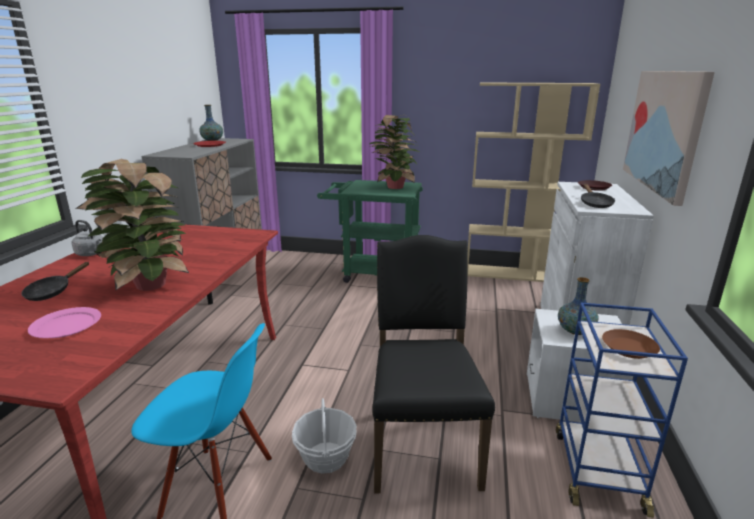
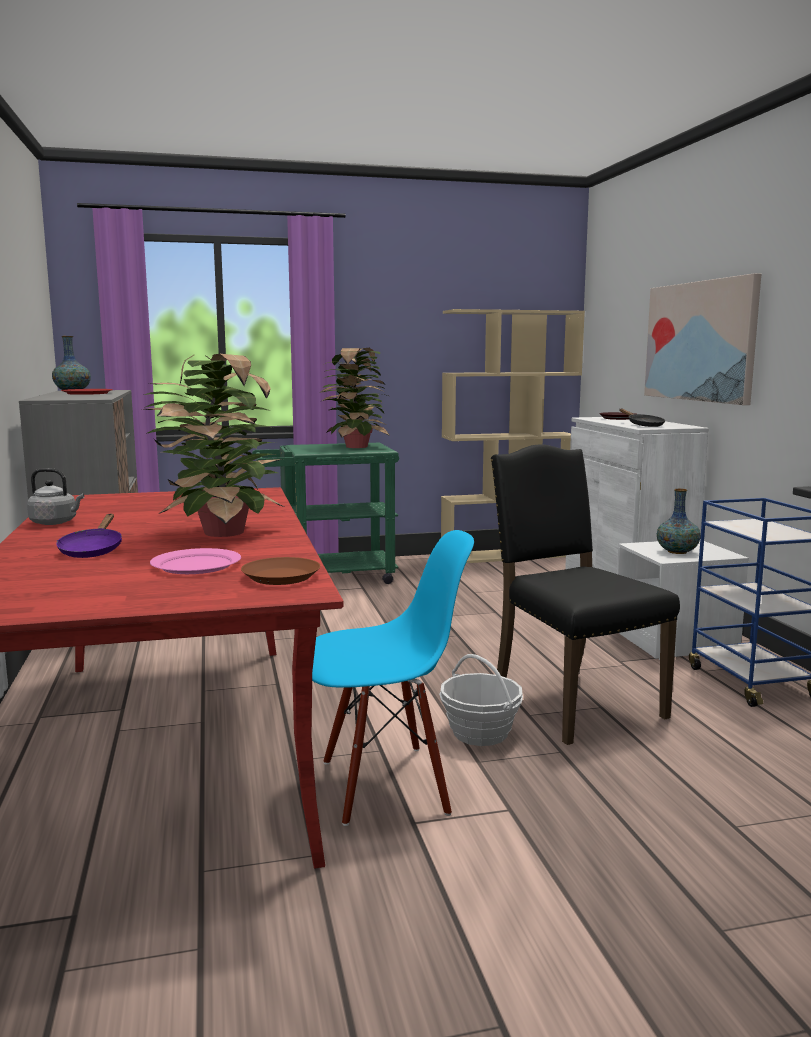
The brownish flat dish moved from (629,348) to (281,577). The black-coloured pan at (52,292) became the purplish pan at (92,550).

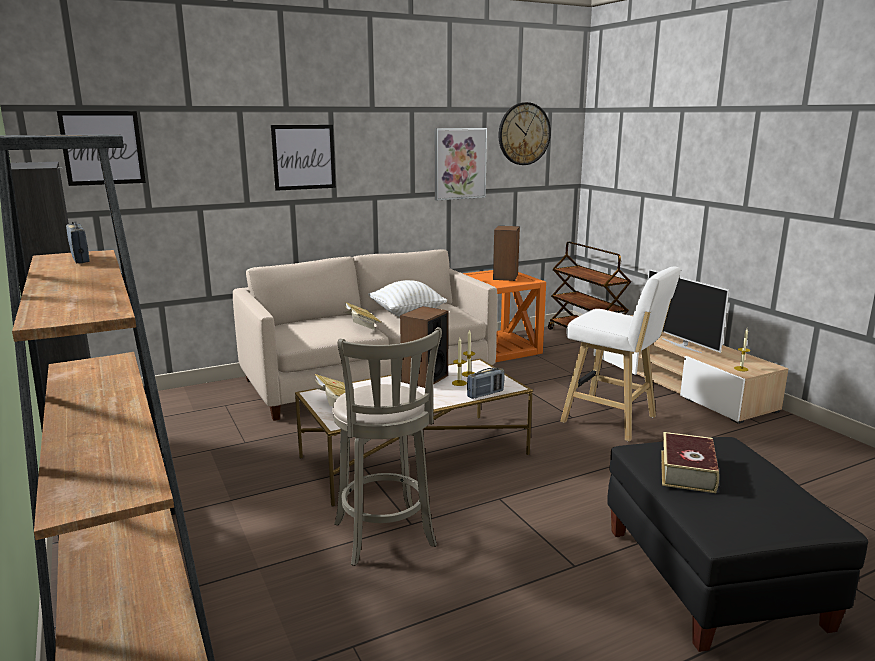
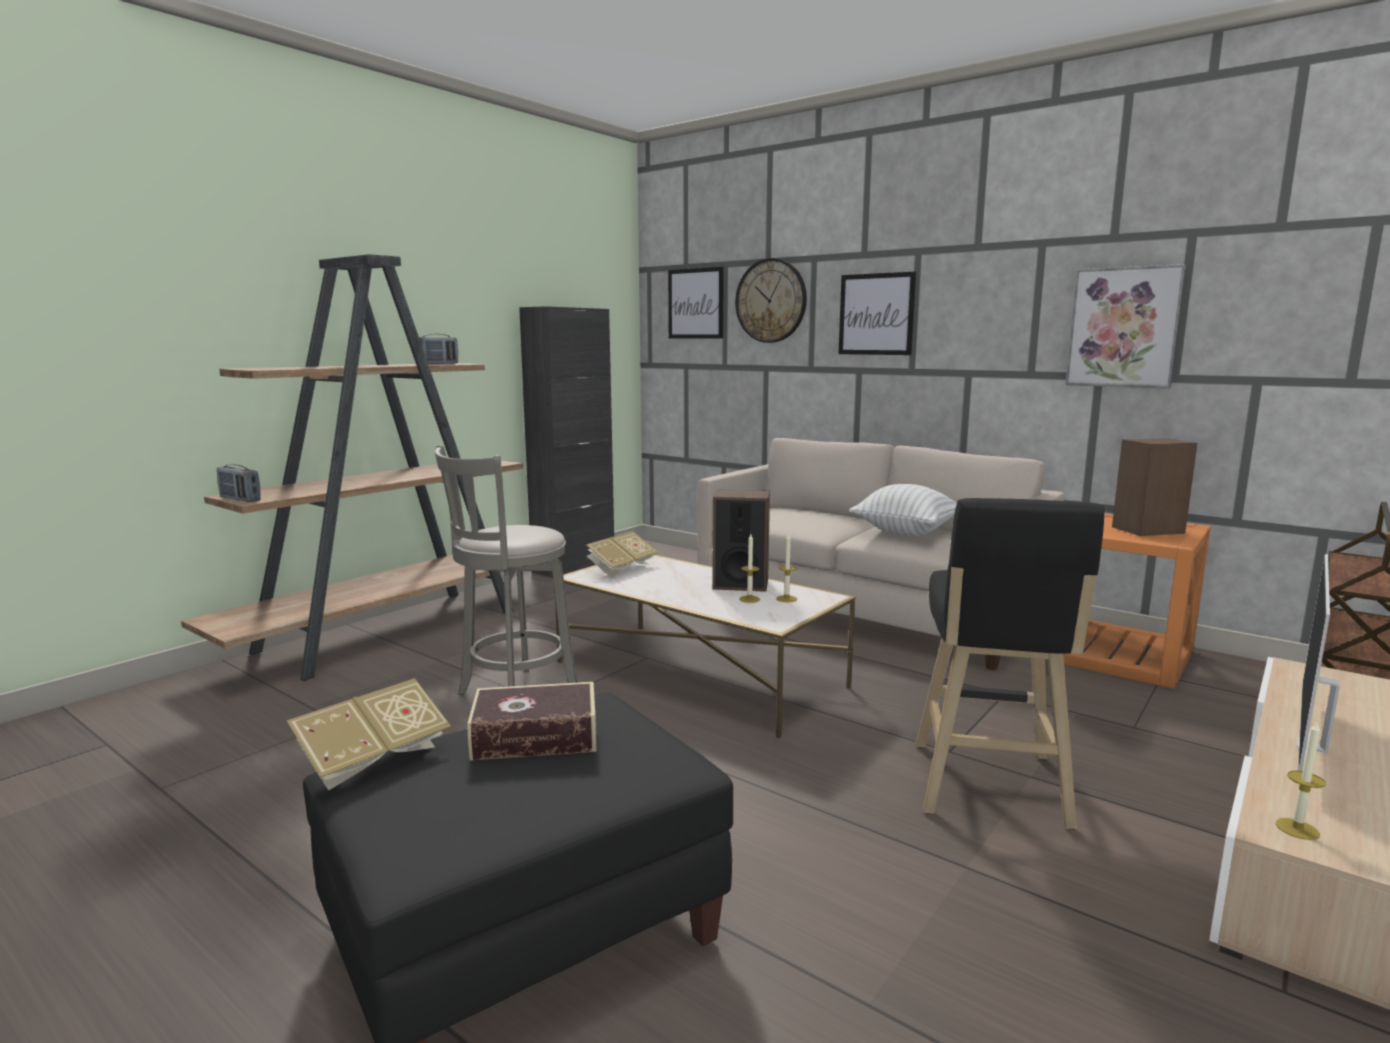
The book moved from (361,325) to (373,759). The radio set moved from (485,394) to (240,499). The hanging clock moved from (524,134) to (771,301). The white-coloured stool seat at (612,421) became the black-coloured stool seat at (988,788).

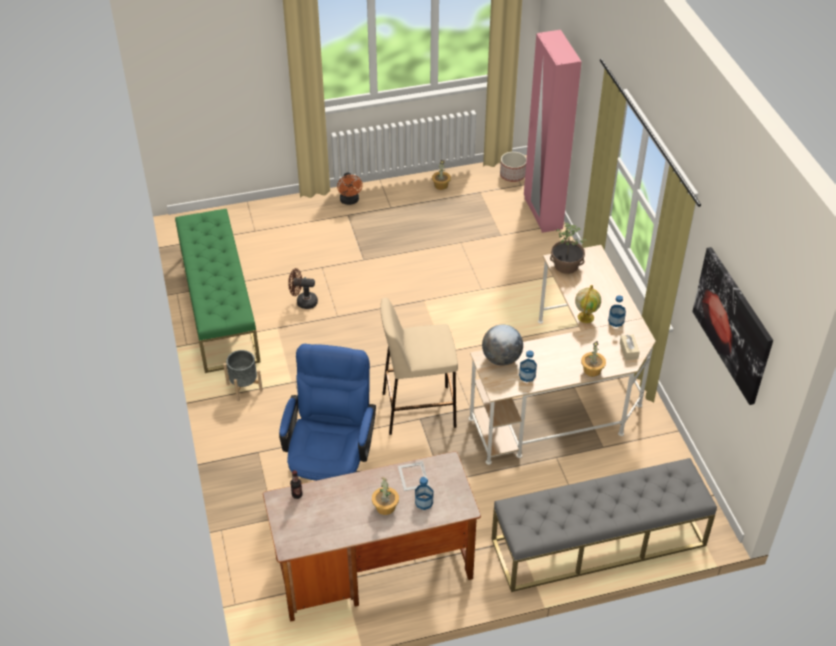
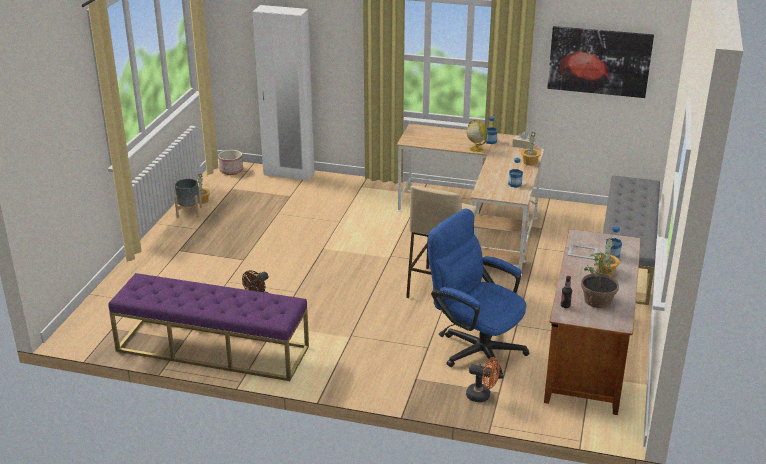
The desk globe at (501,359) disappeared. The grey flower pot moved from (244,387) to (189,212). The orange cooling fan moved from (350,201) to (482,396). The houseplant moved from (566,265) to (598,301). The green-coloured indoor bench at (219,307) became the purplish indoor bench at (212,349). The pinkish wardrobe at (542,214) became the white-coloured wardrobe at (288,174).

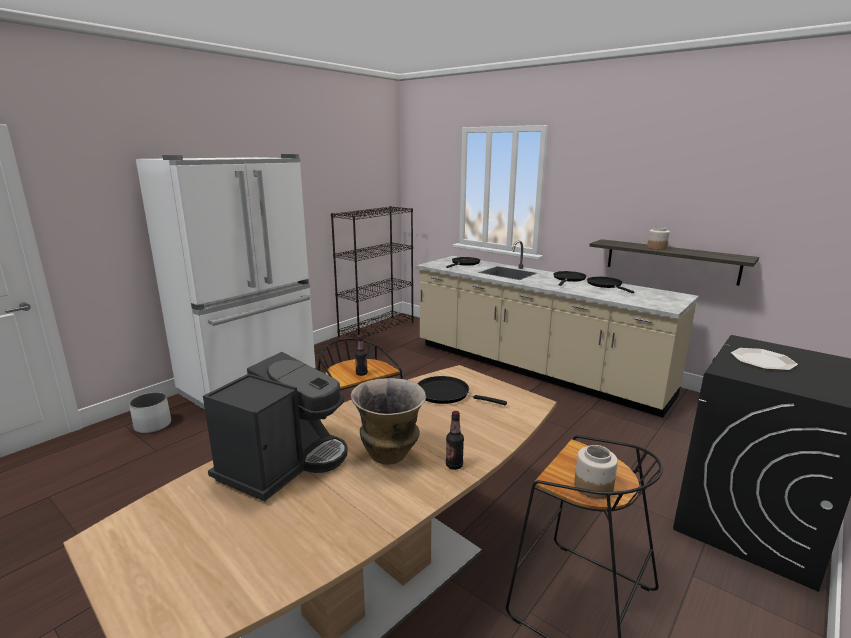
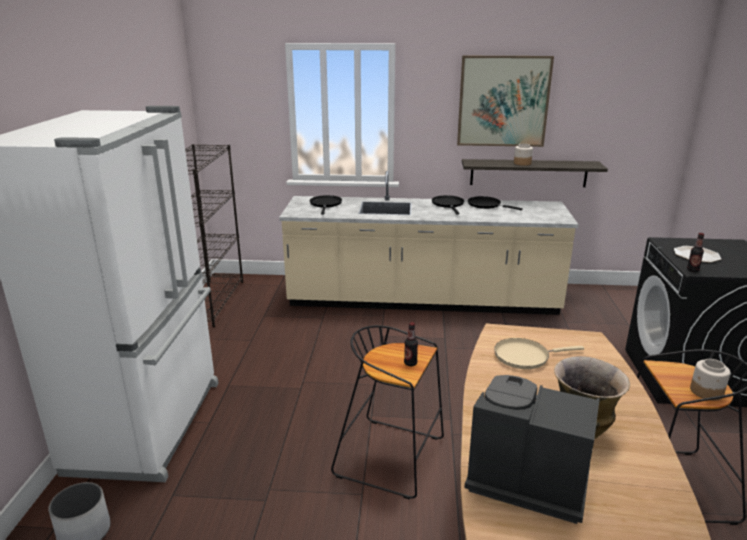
The wall picture at (503,101) appeared. The bottle moved from (454,465) to (692,270). The black-coloured pan at (446,394) became the sand-coloured pan at (525,356). The coffee maker at (283,463) turned 60 degrees counterclockwise.

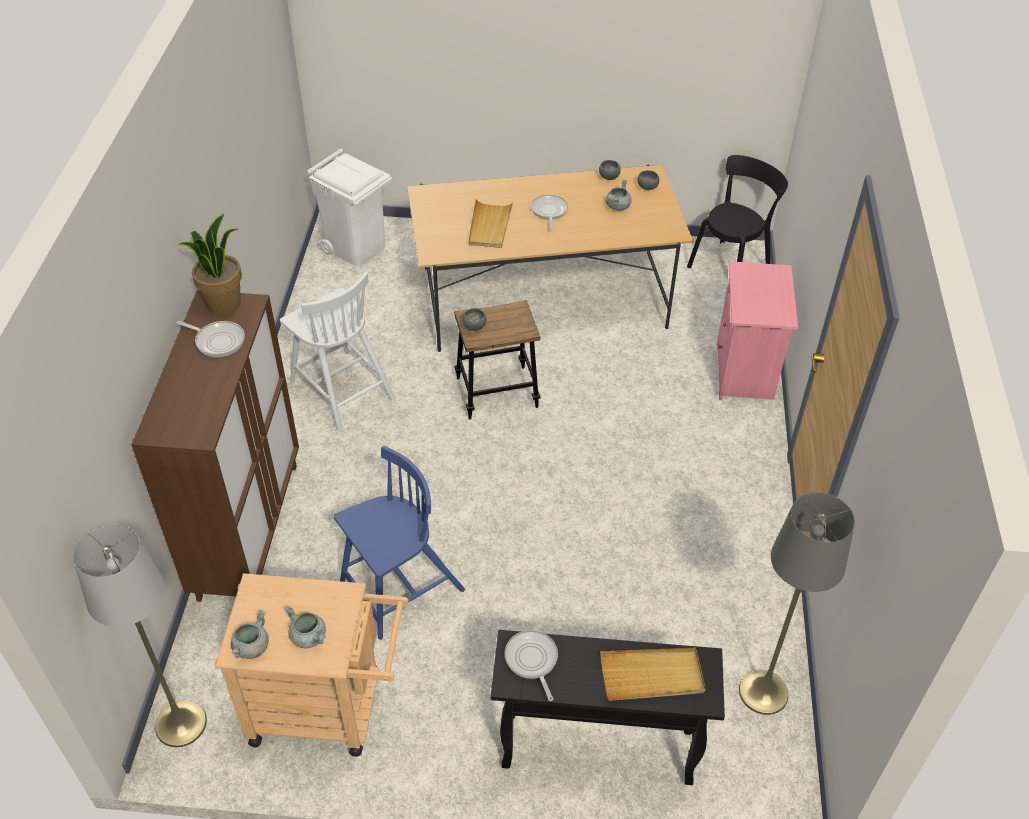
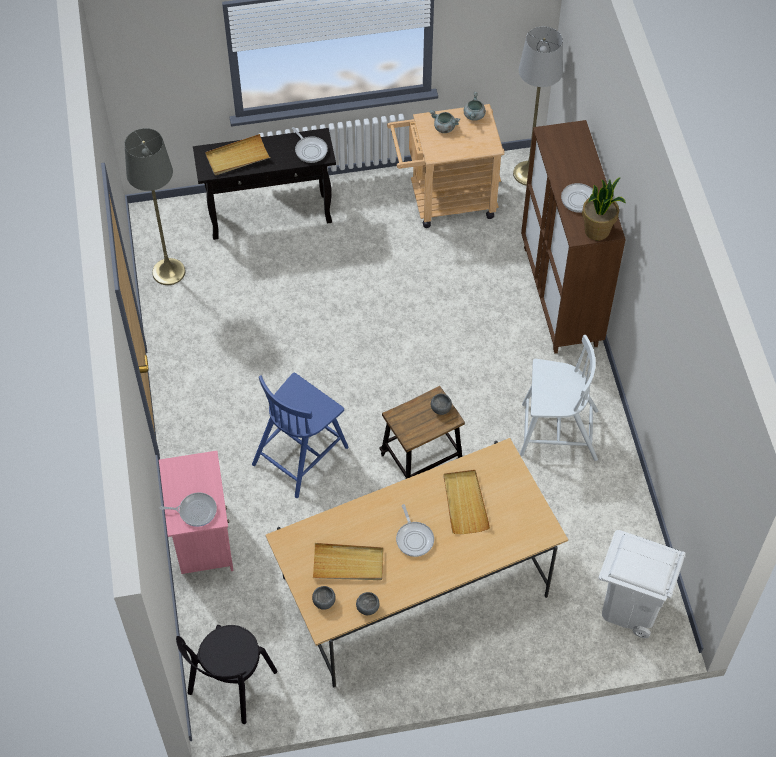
The pan at (195,511) appeared. The bluish plain chair moved from (400,588) to (301,454). The grey cooking pot at (617,206) was replaced by the sand-coloured tray at (348,564). The white-coloured plain chair at (341,388) turned 150 degrees clockwise.

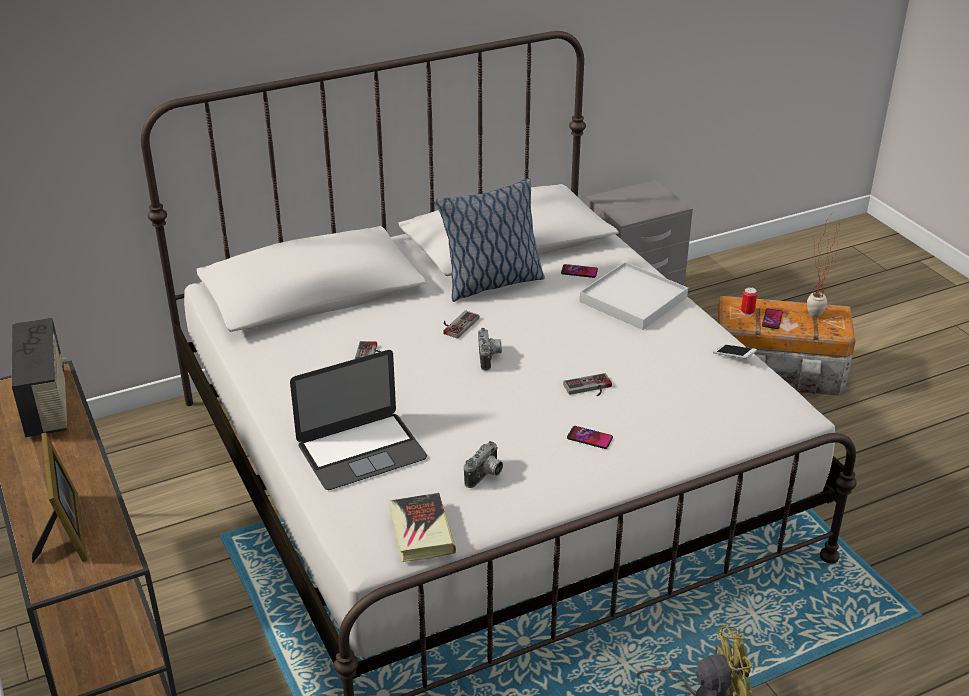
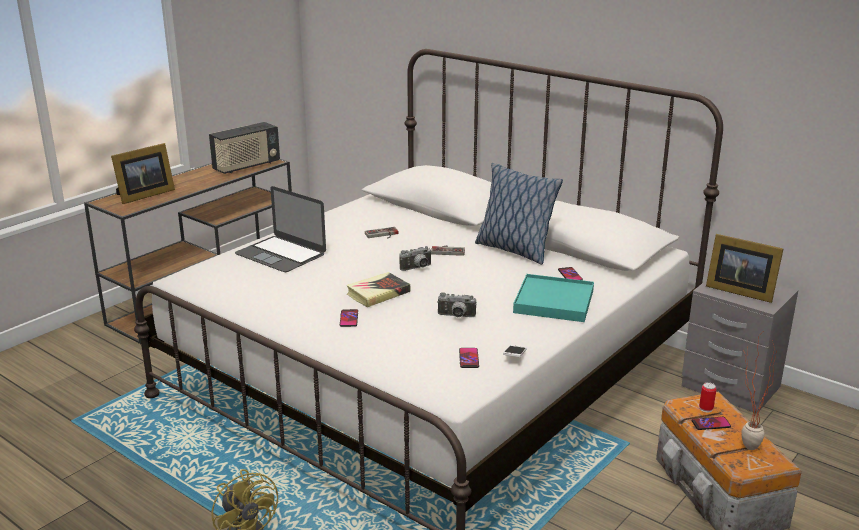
The game controller at (589,388) disappeared. The handset at (469,358) appeared. The photo frame at (738,290) appeared. The book moved from (421,532) to (378,293). The photo camera moved from (486,476) to (456,316). The white-coloured tray at (633,300) became the turquoise tray at (553,302).

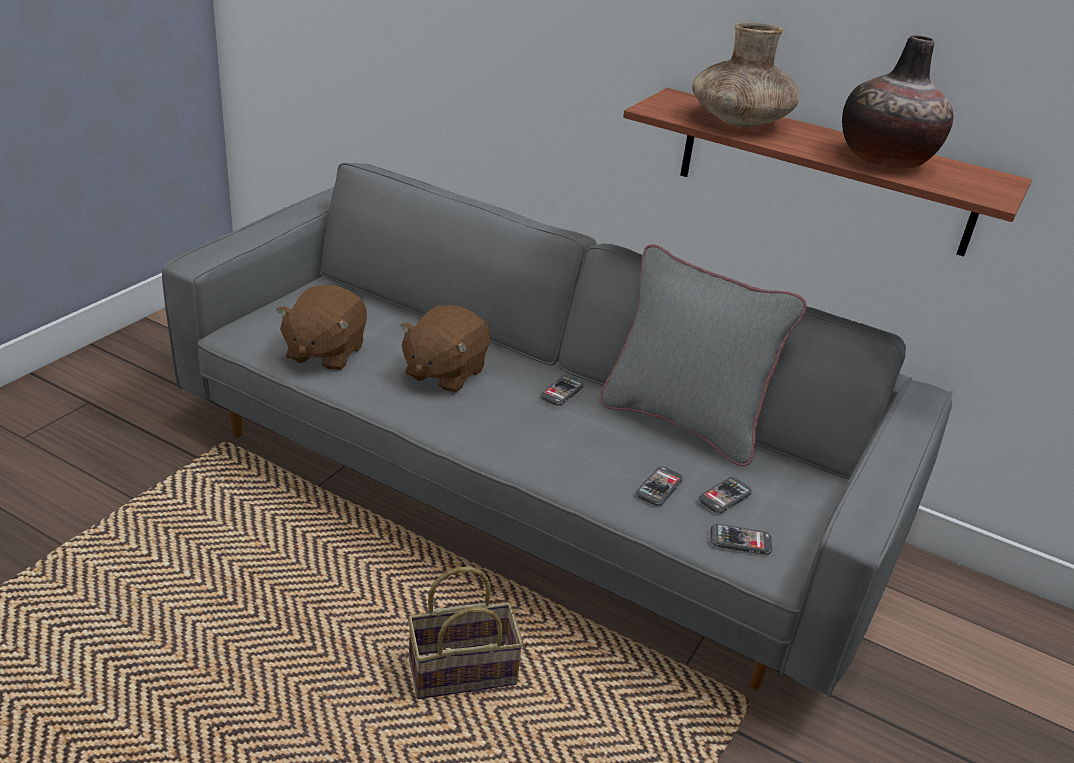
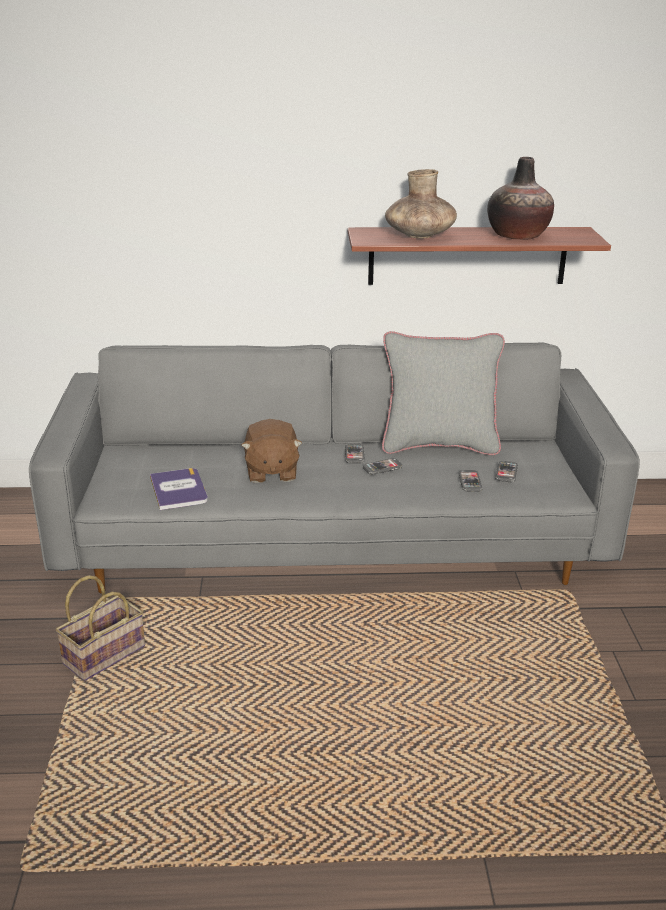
The storage basket moved from (464,670) to (105,653). The handset moved from (740,541) to (382,468). The brownish soft toy at (324,352) was replaced by the book at (178,490).

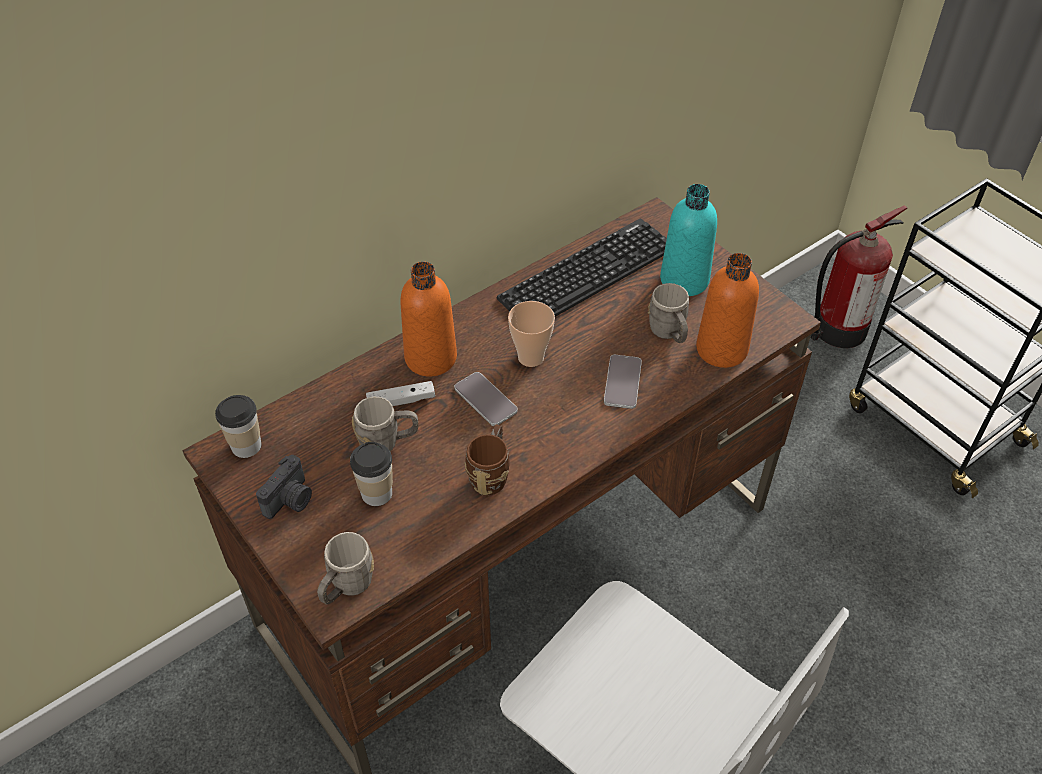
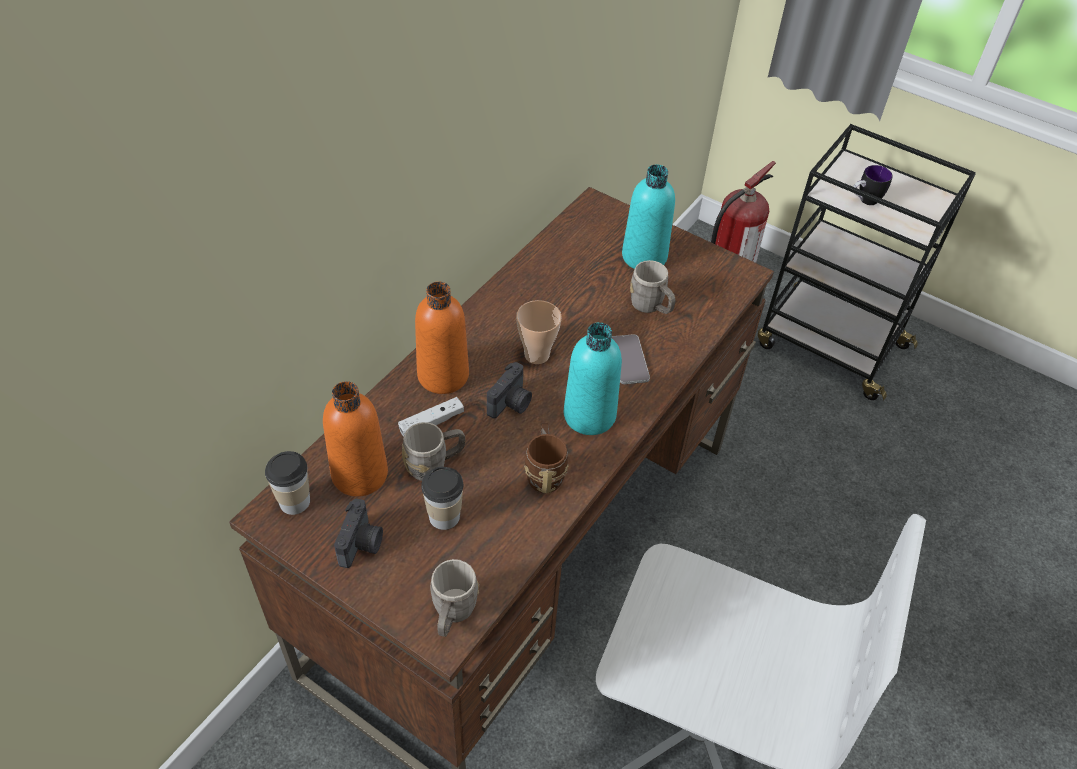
The PC keyboard at (587,274) disappeared. The turquoise bottle at (589,415) appeared. The mug at (864,201) appeared. The orange bottle moved from (721,349) to (360,474). The handset at (485,400) was replaced by the photo camera at (511,403).

